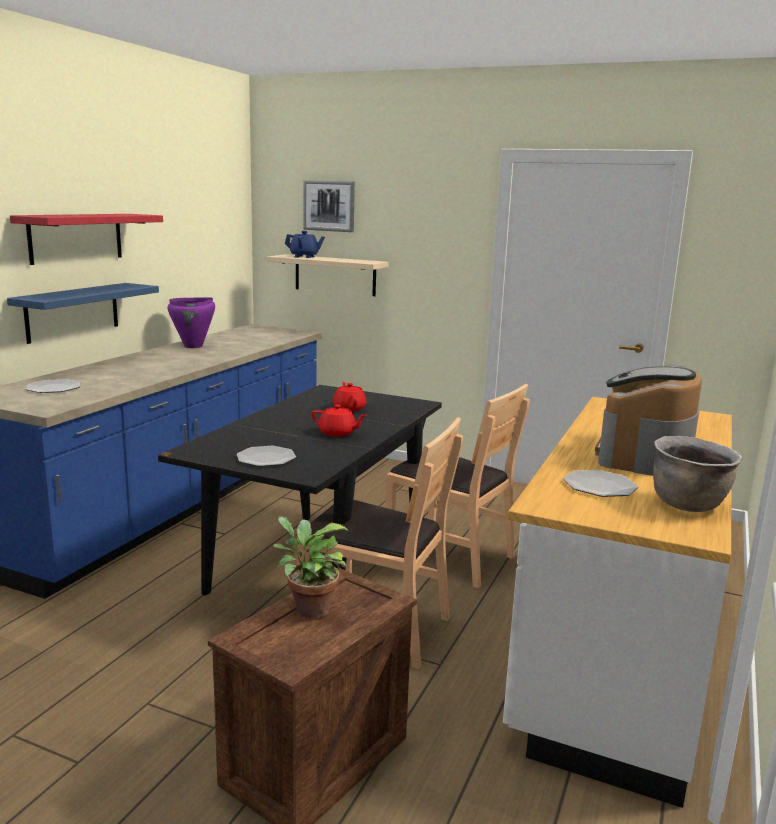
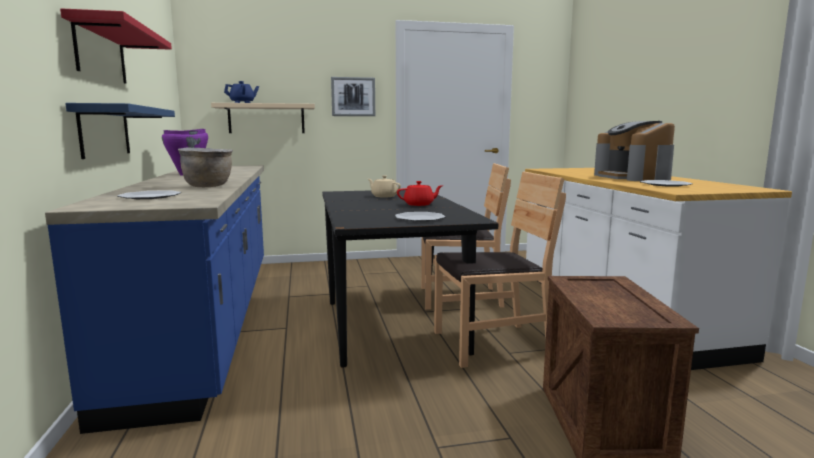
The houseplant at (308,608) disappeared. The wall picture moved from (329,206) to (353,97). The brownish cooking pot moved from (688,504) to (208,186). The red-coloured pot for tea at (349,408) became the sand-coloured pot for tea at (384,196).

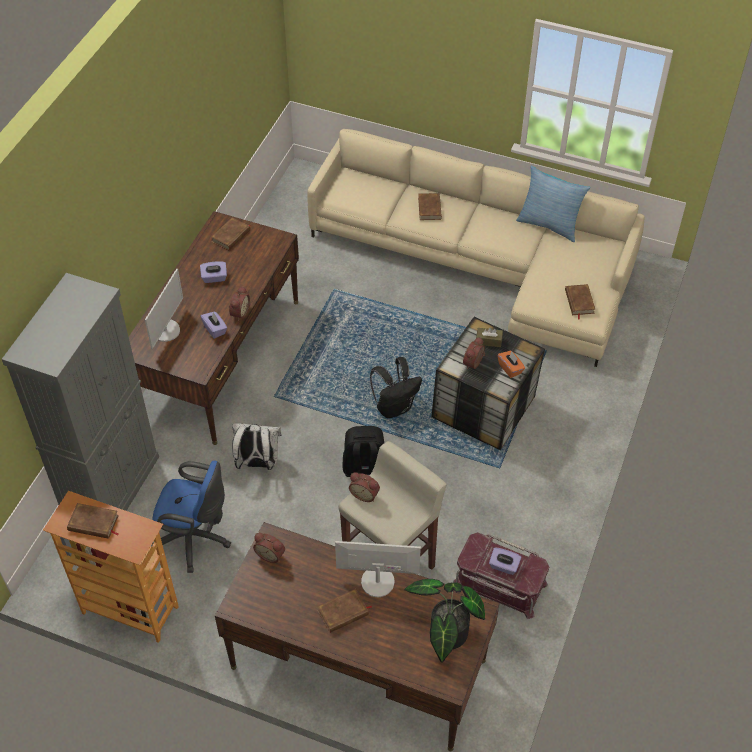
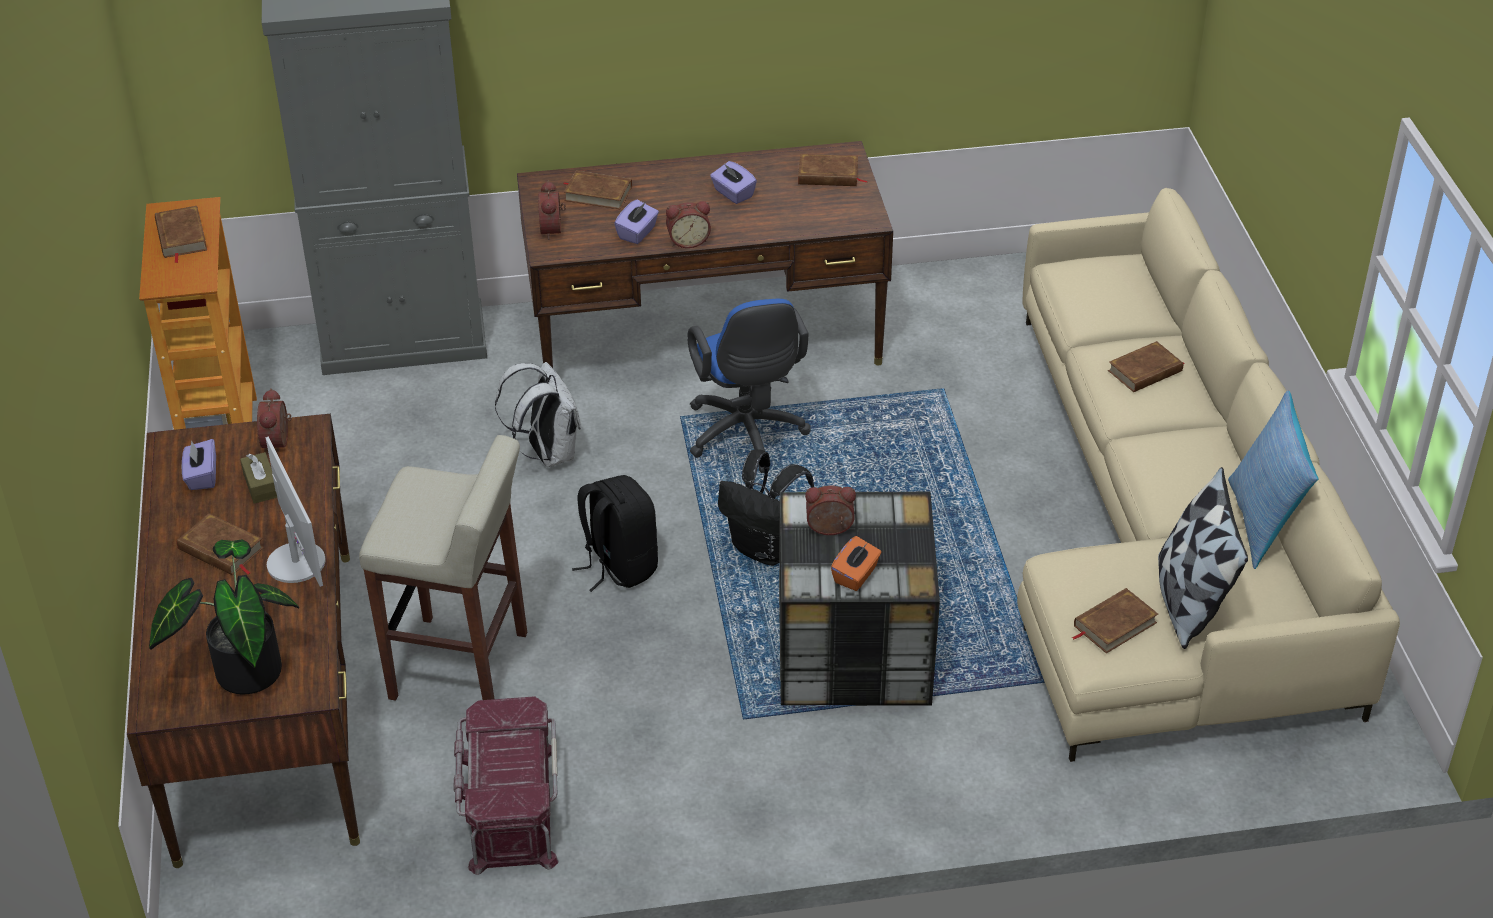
The pillow at (1189,601) appeared. The bluish computer chair moved from (195,539) to (747,437). The alarm clock moved from (365,494) to (554,229). The brownish box of tissues moved from (488,341) to (261,485). The purplish box of tissues moved from (503,566) to (202,476). The monitor at (166,330) was replaced by the brownish book at (598,193).

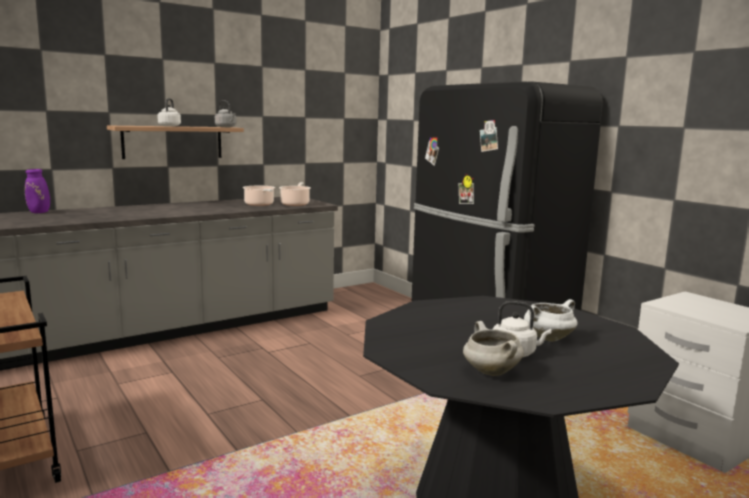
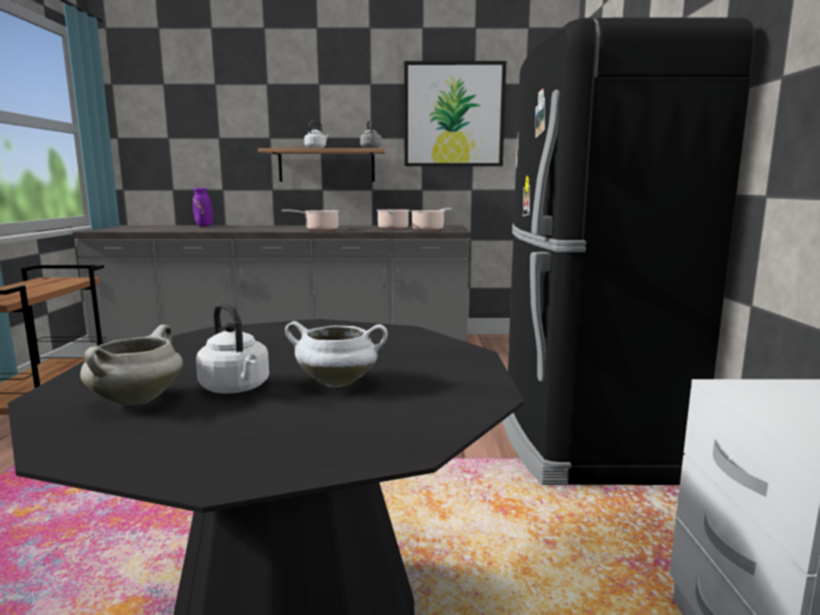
The cooking pot at (319,229) appeared. The wall picture at (454,115) appeared.

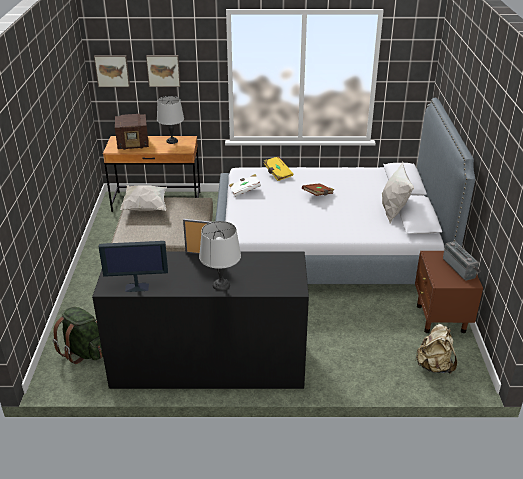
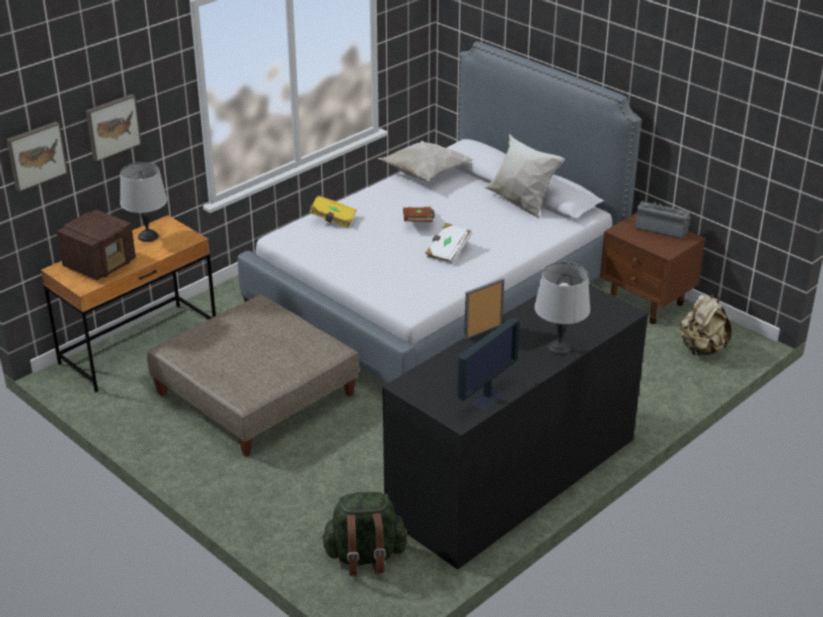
The white-coloured pillow moved from (145,207) to (424,174). The white-coloured book moved from (245,191) to (447,252).

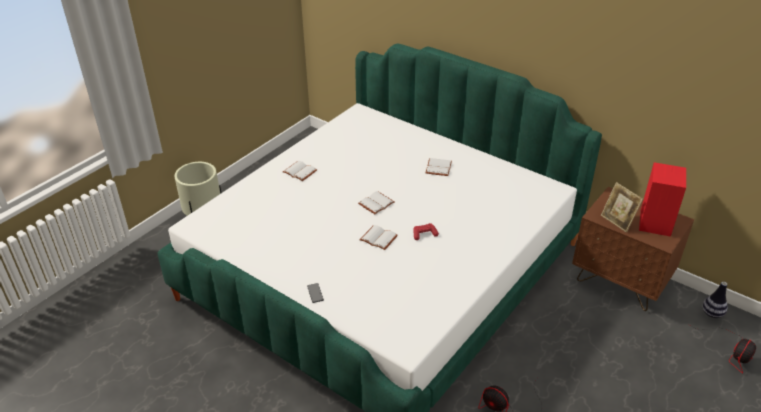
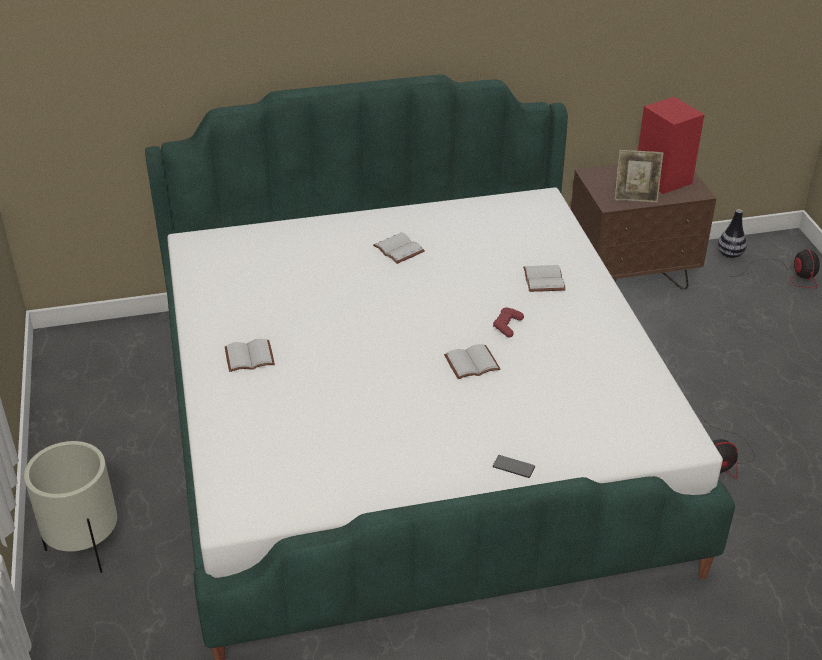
The white-coloured book moved from (376,203) to (542,279).

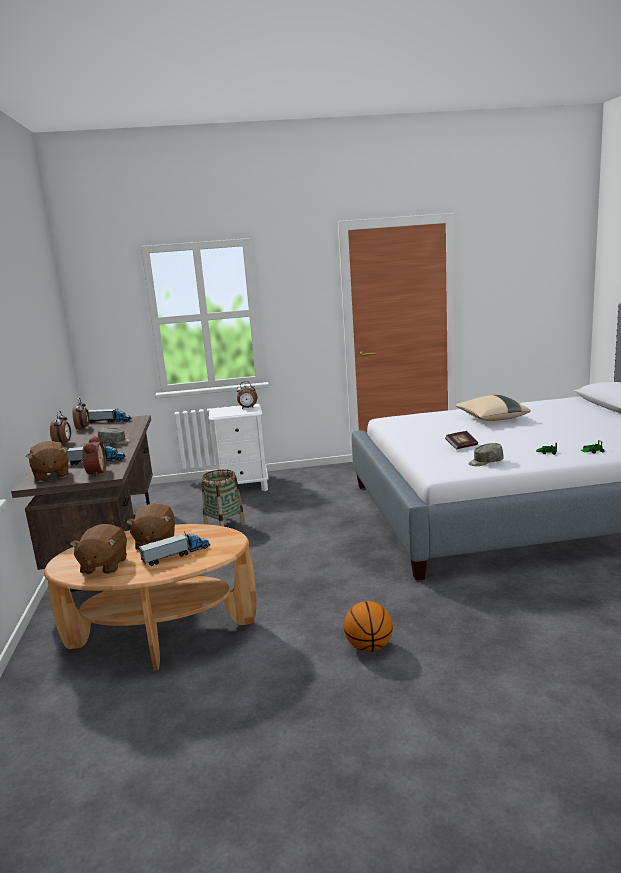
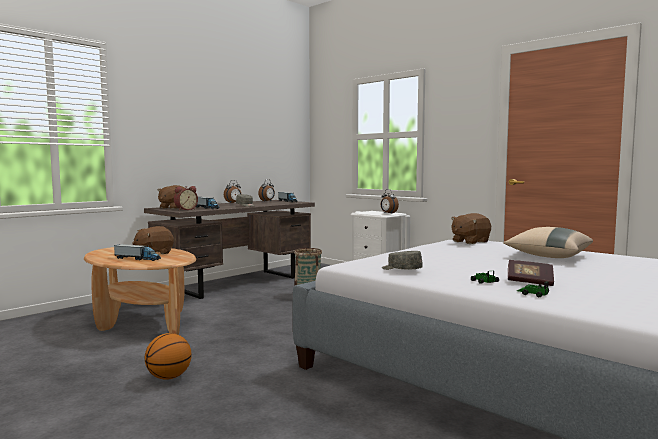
The brownish soft toy moved from (103,566) to (470,241). The book moved from (461,446) to (529,282).

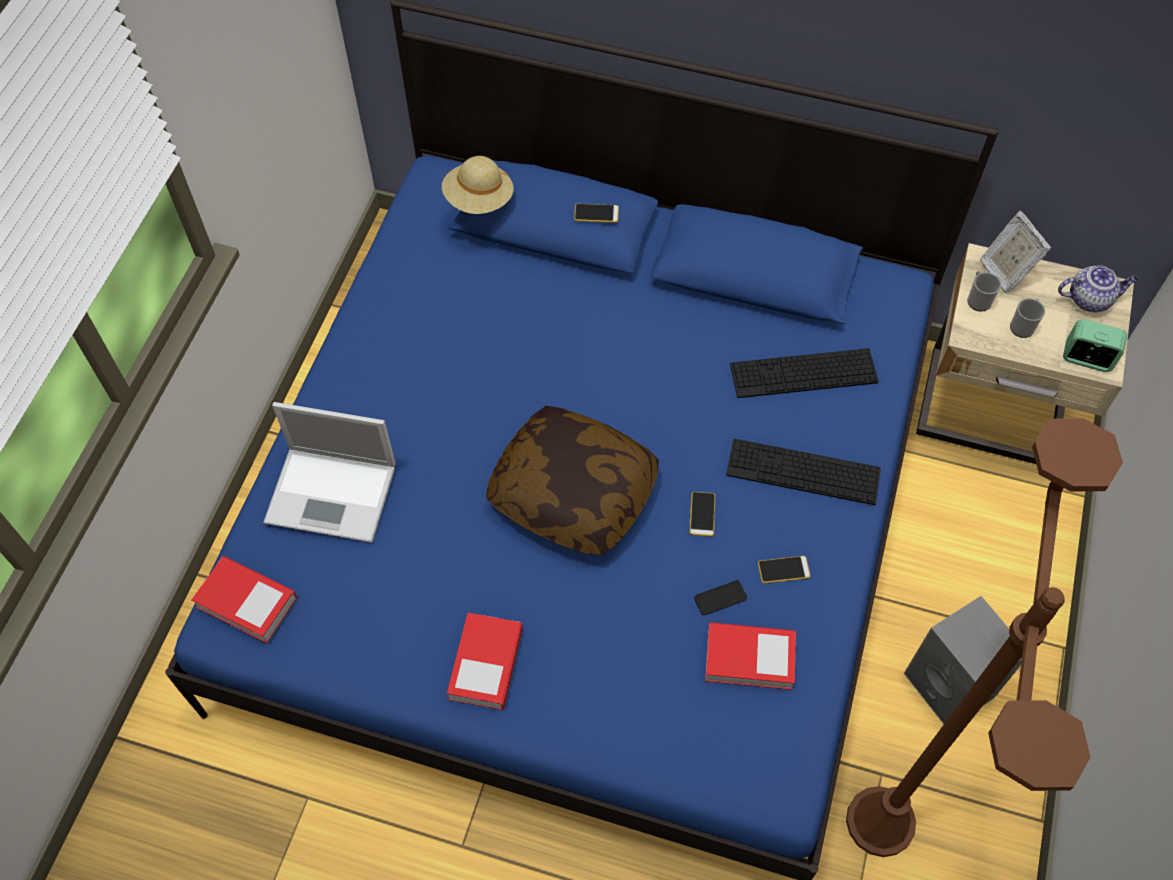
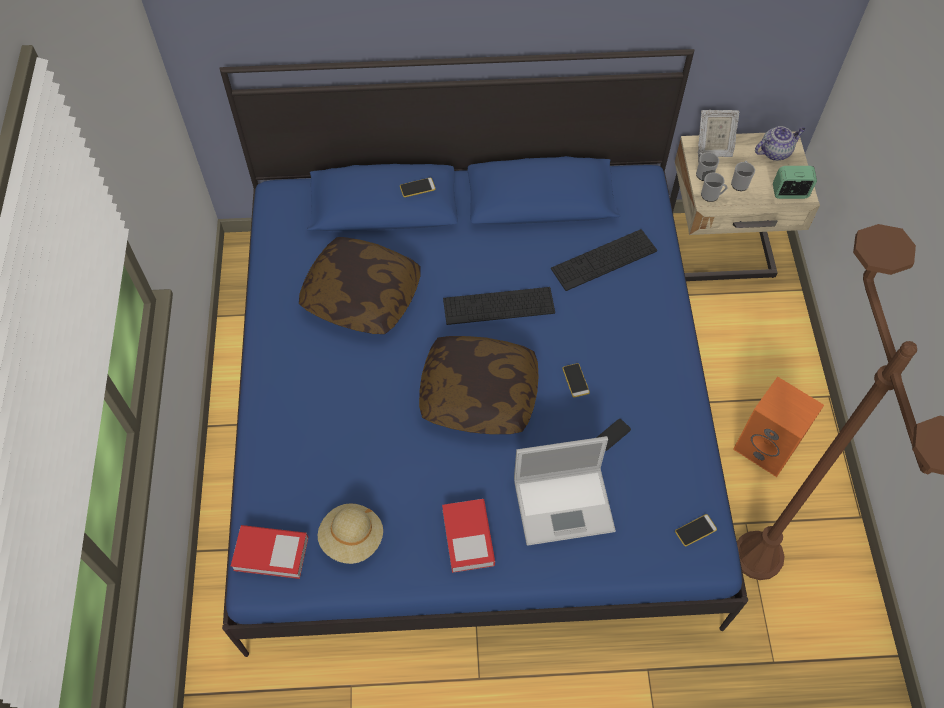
The book at (749,659) disappeared. The pillow at (362,296) appeared. The mug at (711,195) appeared. The laptop moved from (334,494) to (565,504). The sand-coloured hat moved from (479,199) to (352,539). The PC keyboard moved from (803,472) to (498,306). The handset moved from (783,569) to (695,530). The grey loudspeaker at (951,686) became the orange loudspeaker at (767,447). The photo frame at (1005,271) turned 45 degrees counterclockwise.

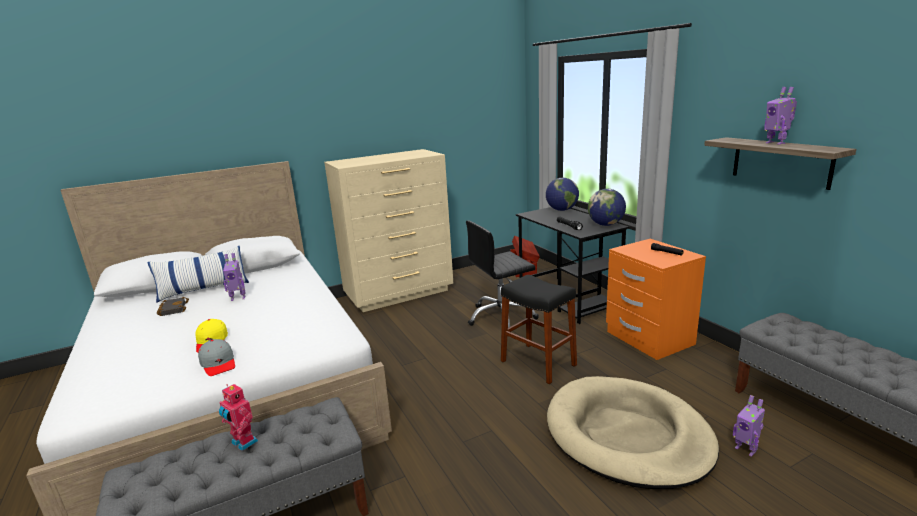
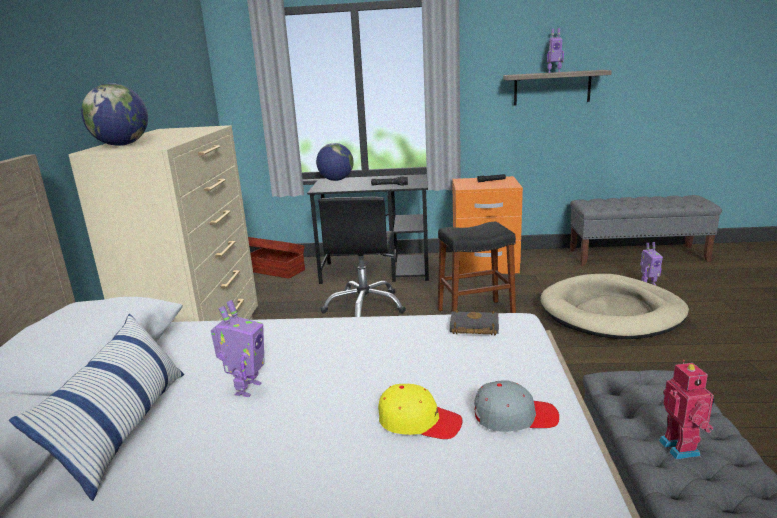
The black-coloured book moved from (172,309) to (472,328). The desk globe moved from (605,225) to (122,145). The model robot at (243,443) turned 75 degrees counterclockwise.

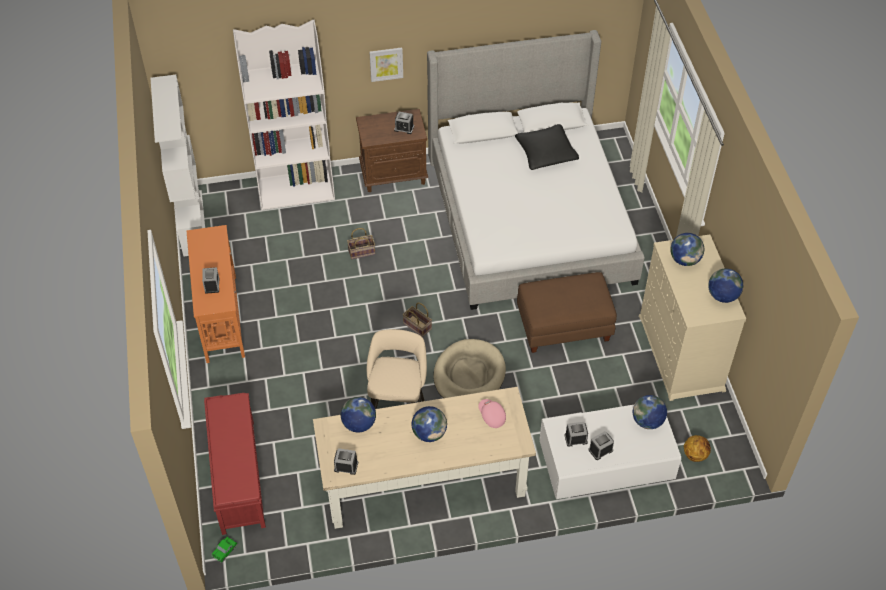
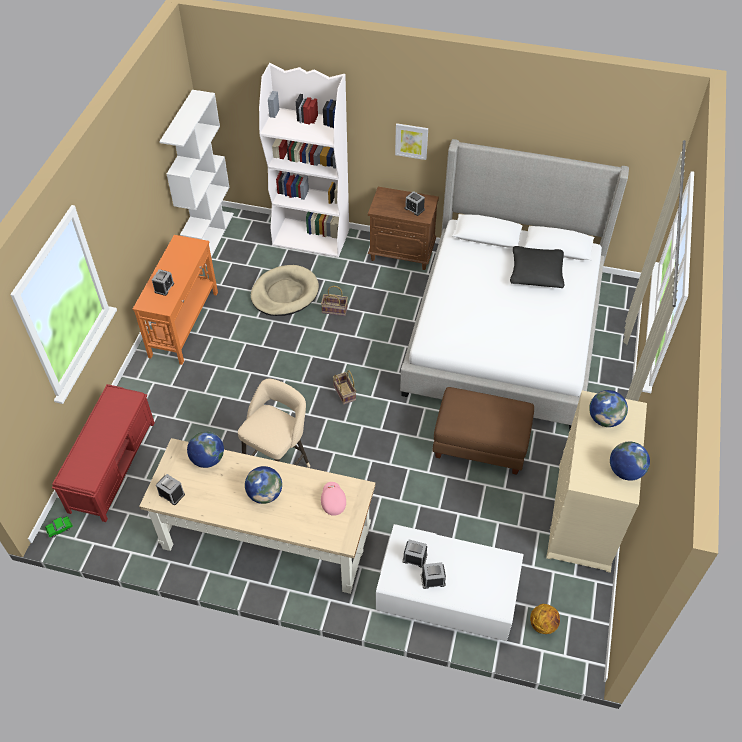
The desk globe at (647,421) disappeared. The sand-coloured dog bed moved from (469,375) to (284,293).

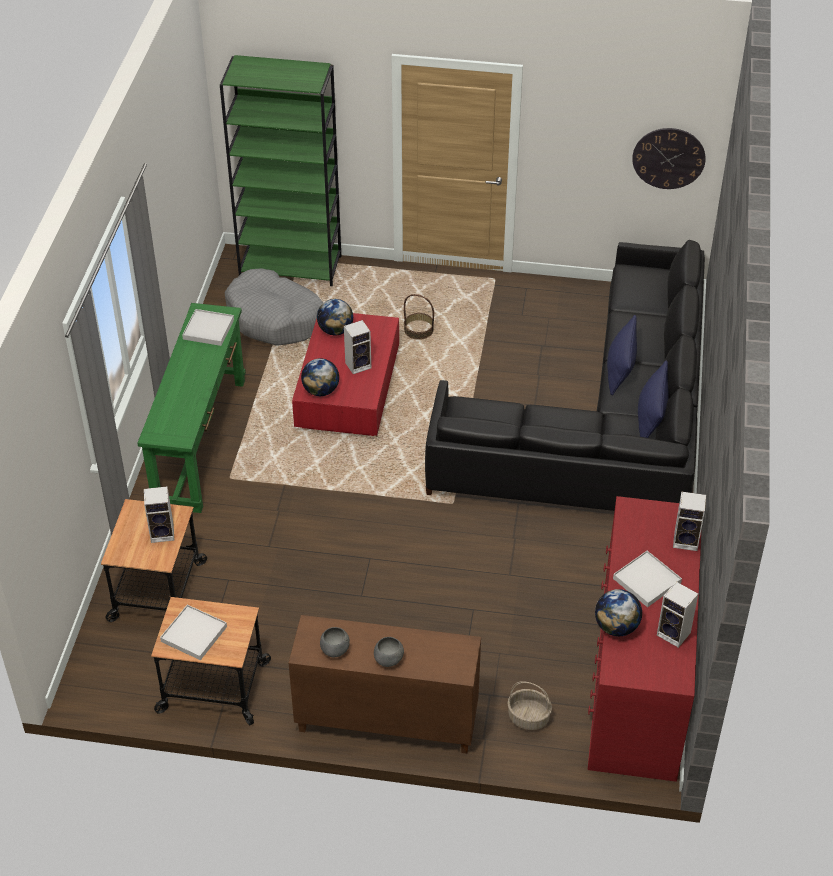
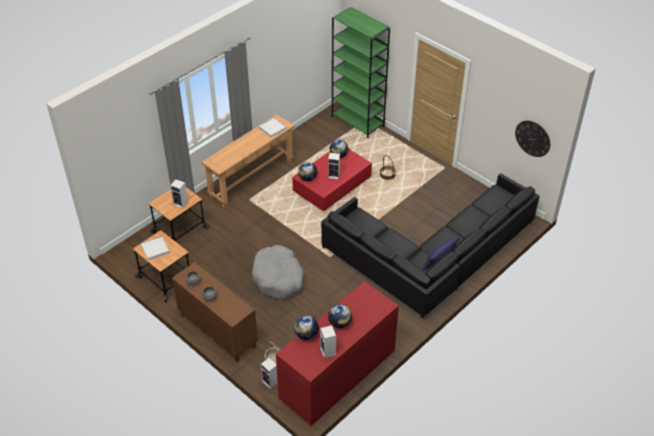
The bluish pillow at (620,369) disappeared. The grey dog bed moved from (275,318) to (278,278). The loudspeaker moved from (687,540) to (271,382). The white-coloured tray at (646,580) was replaced by the desk globe at (339,323). The green-coloured console table at (200,441) became the brownish console table at (251,178).

